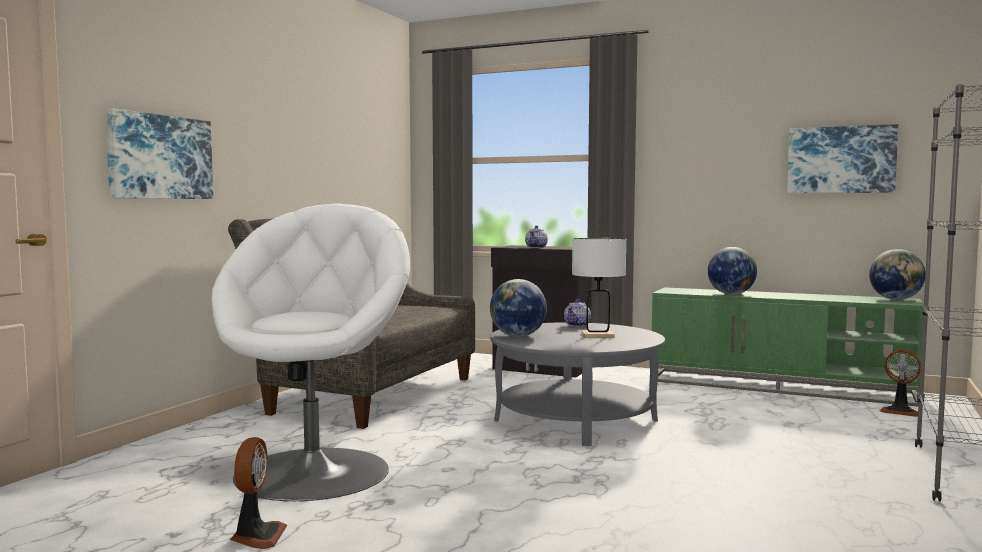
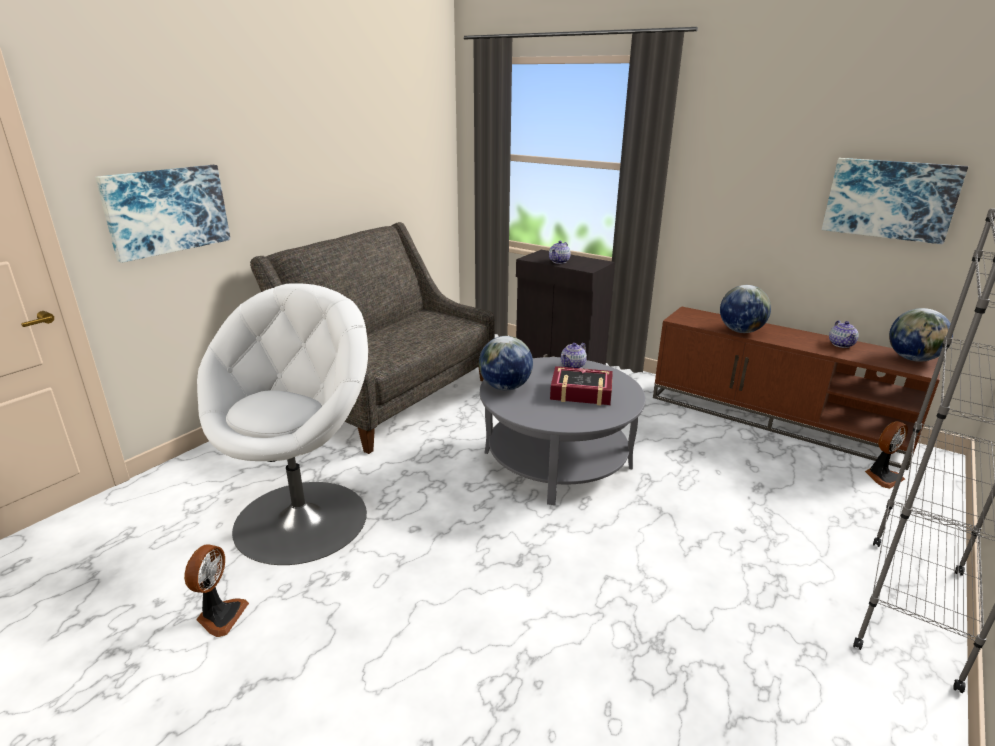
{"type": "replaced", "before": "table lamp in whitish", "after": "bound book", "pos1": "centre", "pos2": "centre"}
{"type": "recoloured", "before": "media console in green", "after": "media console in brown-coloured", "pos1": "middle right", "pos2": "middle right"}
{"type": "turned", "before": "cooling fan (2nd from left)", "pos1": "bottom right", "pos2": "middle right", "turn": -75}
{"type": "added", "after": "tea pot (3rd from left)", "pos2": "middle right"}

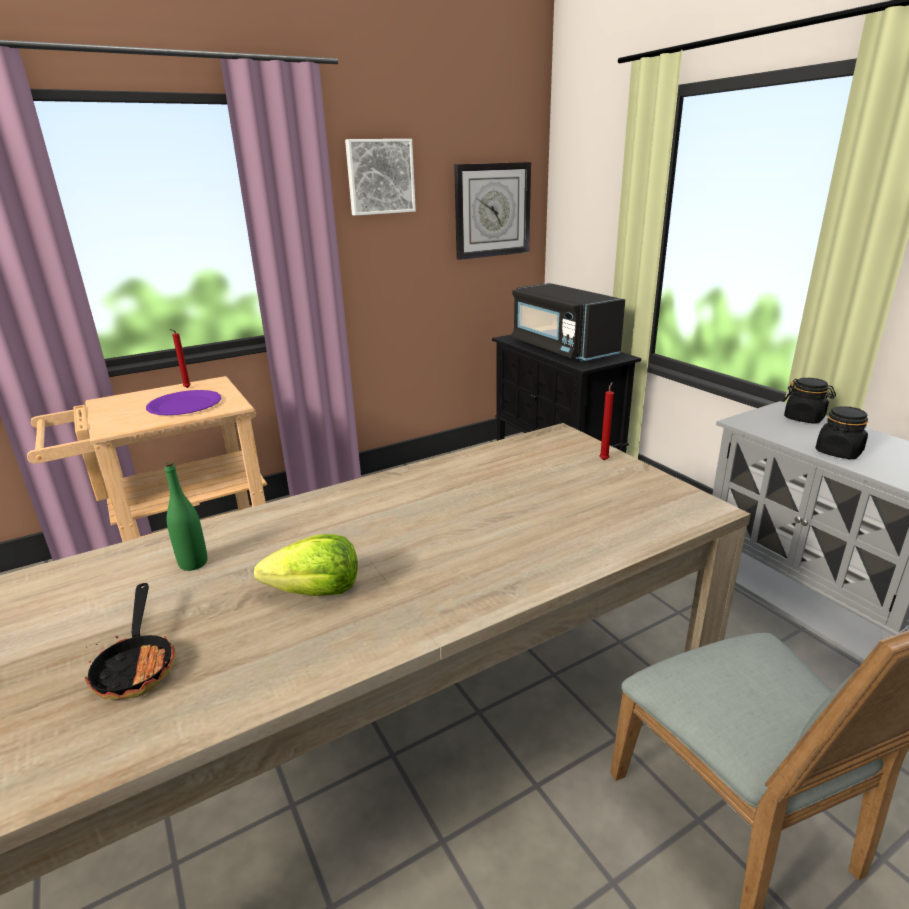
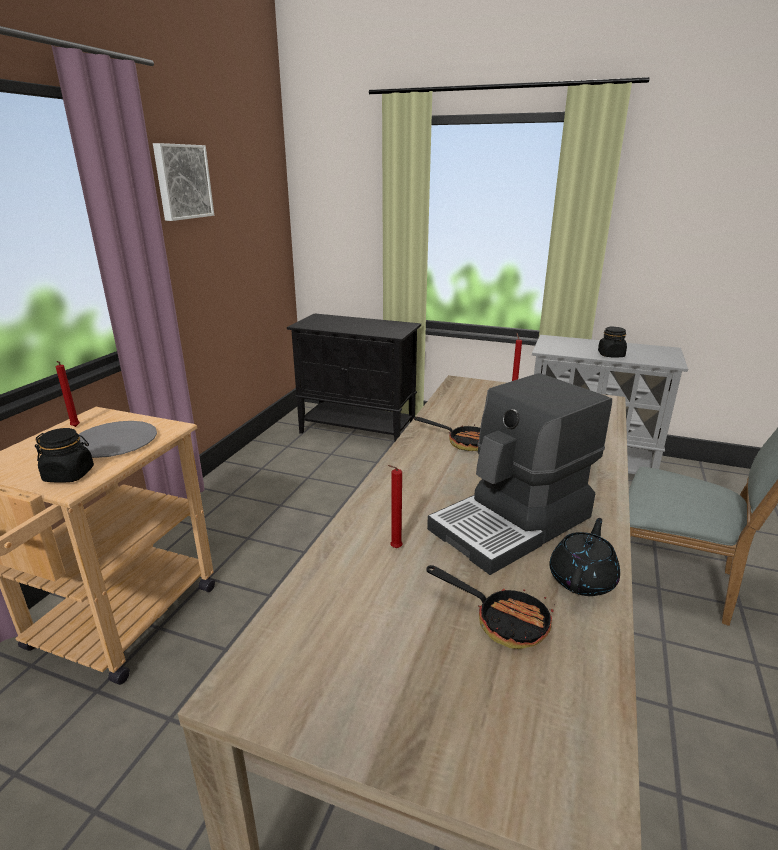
{"type": "recoloured", "before": "dinner plate in purple", "after": "dinner plate in greyish", "pos1": "middle left", "pos2": "middle left"}
{"type": "replaced", "before": "bottle in green", "after": "wax light in red (2nd from left)", "pos1": "middle left", "pos2": "centre"}
{"type": "replaced", "before": "head of lettuce", "after": "coffee brewer", "pos1": "centre", "pos2": "middle right"}
{"type": "removed", "before": "hanging clock", "pos1": "top centre"}
{"type": "removed", "before": "kitchen microwave in blackish", "pos1": "centre"}
{"type": "moved", "before": "jar in blackish (1st from left)", "pos1": "middle right", "pos2": "middle left"}
{"type": "added", "after": "skillet (1st from left)", "pos2": "centre"}
{"type": "added", "after": "tea pot in blackish", "pos2": "middle right"}

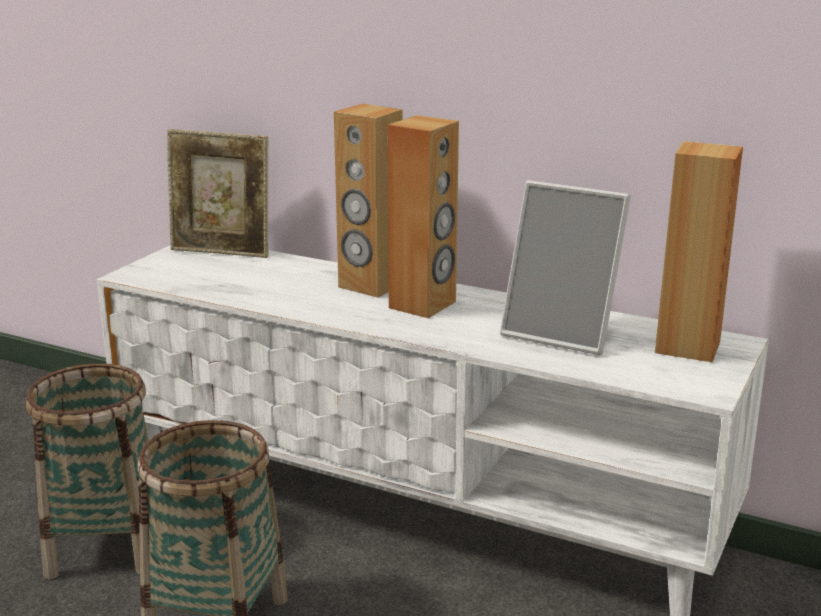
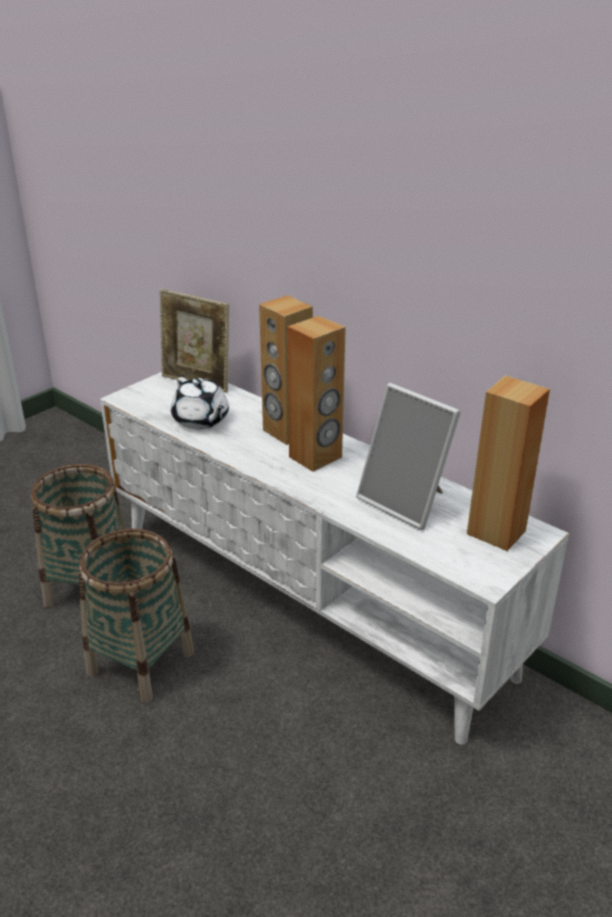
{"type": "added", "after": "tea pot in whitish", "pos2": "middle left"}

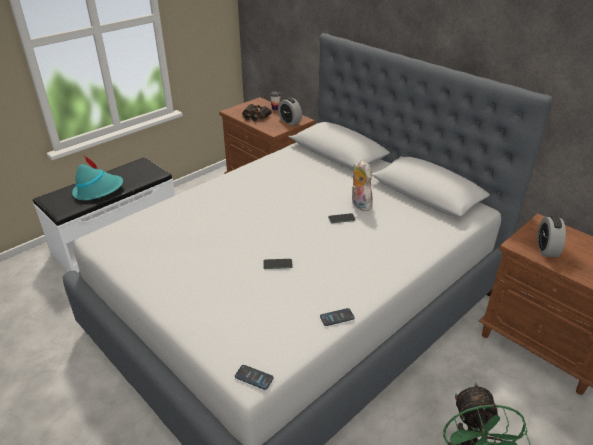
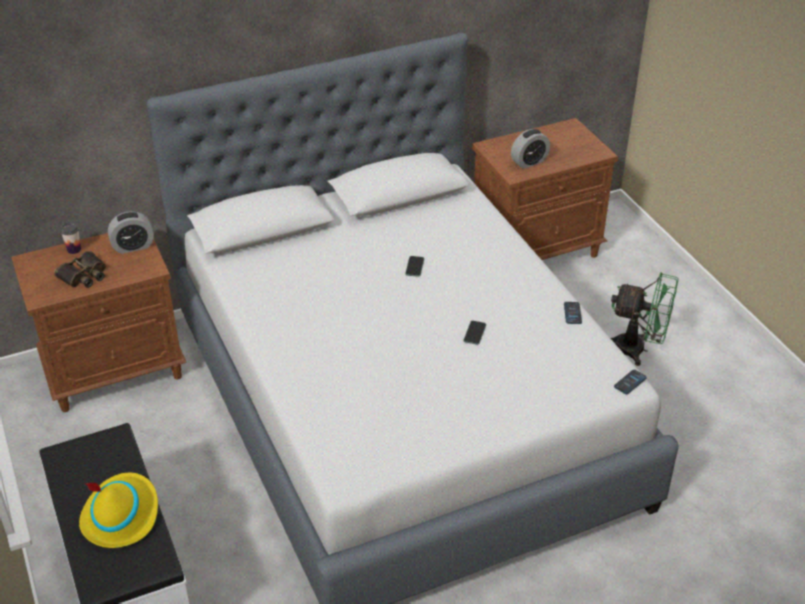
{"type": "recoloured", "before": "clothing hat in blue-green", "after": "clothing hat in yellow-coloured", "pos1": "middle left", "pos2": "bottom left"}
{"type": "removed", "before": "cuddly toy", "pos1": "centre"}
{"type": "turned", "before": "bedside clock (2nd from left)", "pos1": "middle right", "pos2": "top centre", "turn": -60}

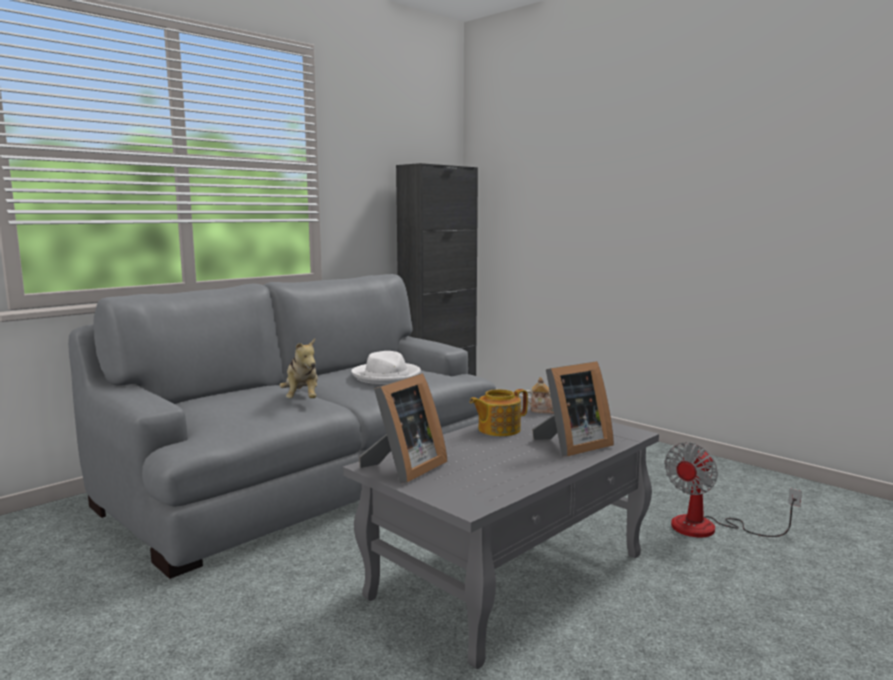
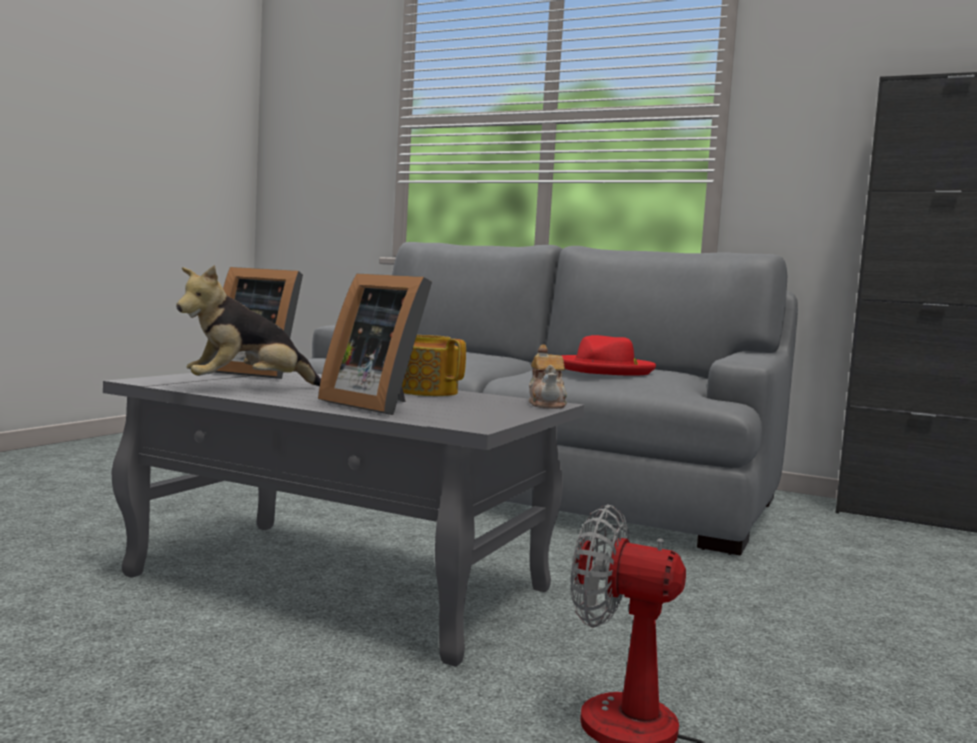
{"type": "moved", "before": "cuddly toy", "pos1": "centre", "pos2": "middle left"}
{"type": "recoloured", "before": "clothing hat in whitish", "after": "clothing hat in red", "pos1": "centre", "pos2": "centre"}

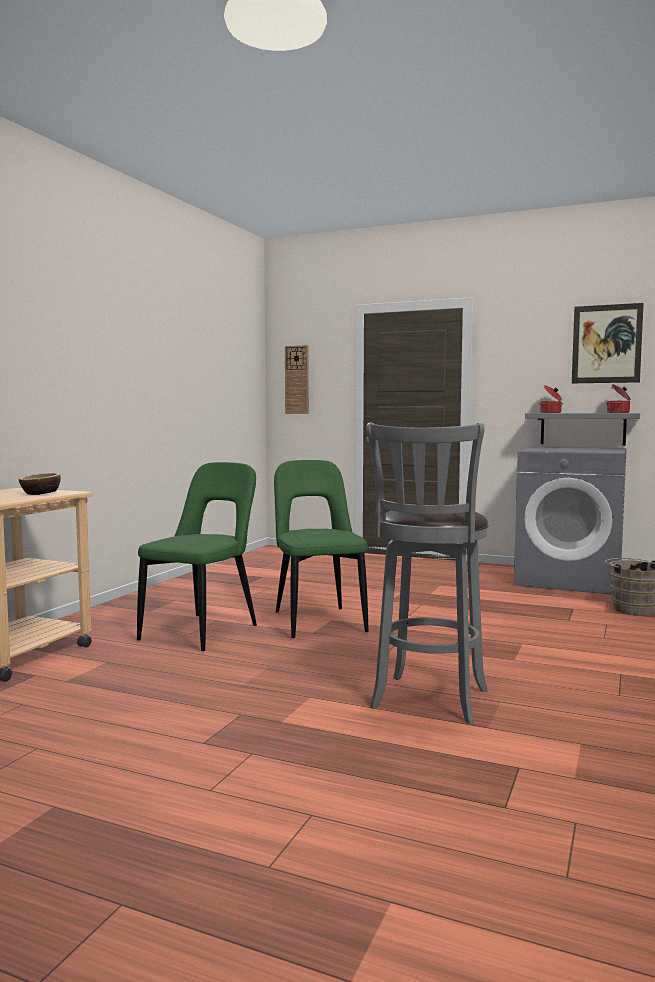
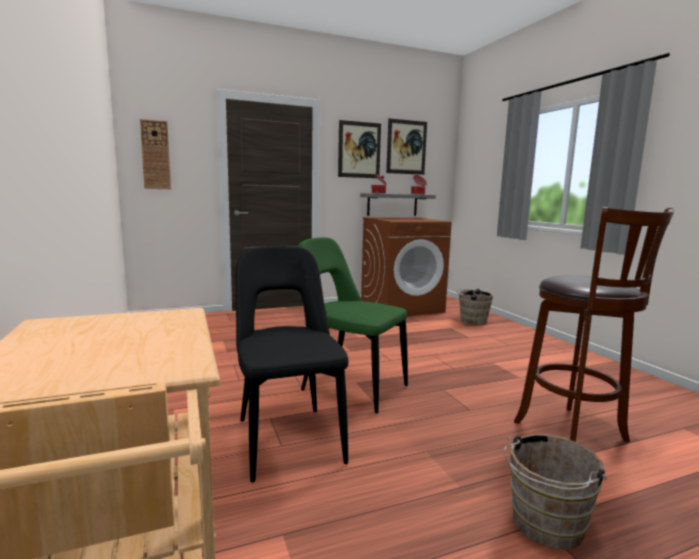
{"type": "removed", "before": "serving bowl", "pos1": "middle left"}
{"type": "recoloured", "before": "chair in green (1st from left)", "after": "chair in blackish", "pos1": "middle left", "pos2": "centre"}
{"type": "recoloured", "before": "sitting stool in greyish", "after": "sitting stool in brown-coloured", "pos1": "centre", "pos2": "middle right"}
{"type": "recoloured", "before": "laundry machine in greyish", "after": "laundry machine in brown-coloured", "pos1": "middle right", "pos2": "centre"}
{"type": "added", "after": "picture (1st from left)", "pos2": "top centre"}
{"type": "added", "after": "bucket in brown-coloured (2nd from left)", "pos2": "bottom right"}

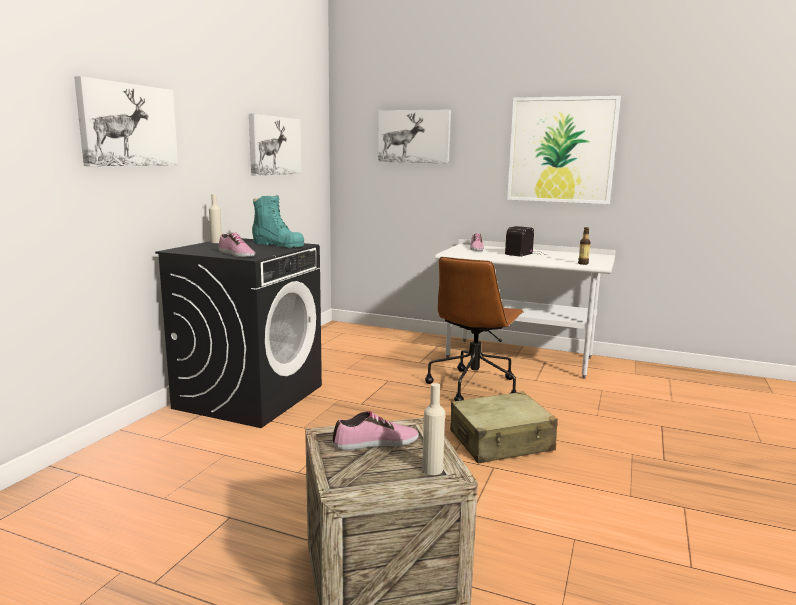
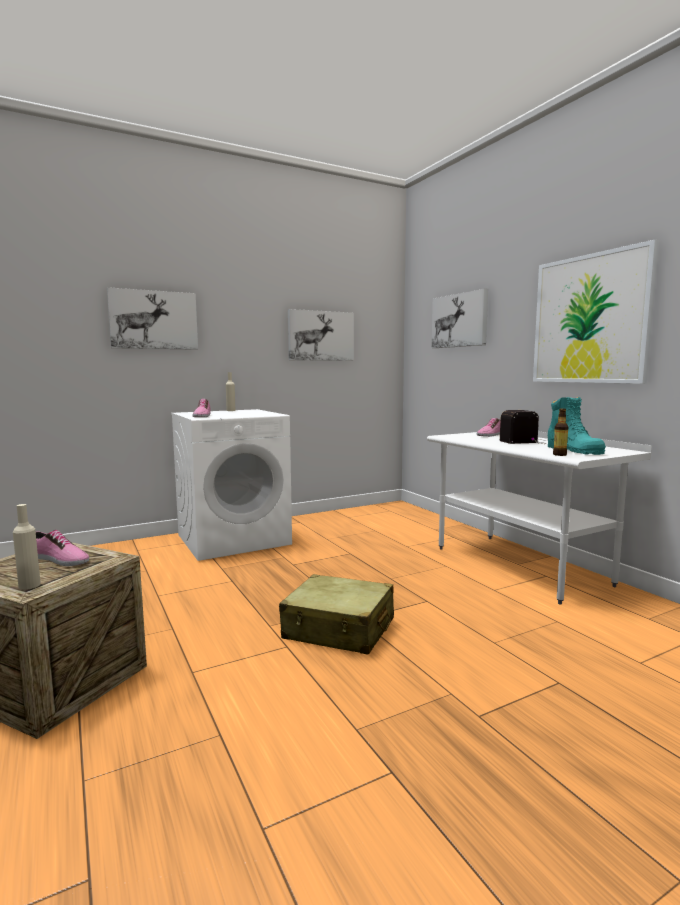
{"type": "recoloured", "before": "laundry machine in blackish", "after": "laundry machine in whitish", "pos1": "middle left", "pos2": "centre"}
{"type": "moved", "before": "high-top boot in blue-green", "pos1": "centre", "pos2": "middle right"}
{"type": "removed", "before": "desk chair in brown-coloured", "pos1": "centre"}

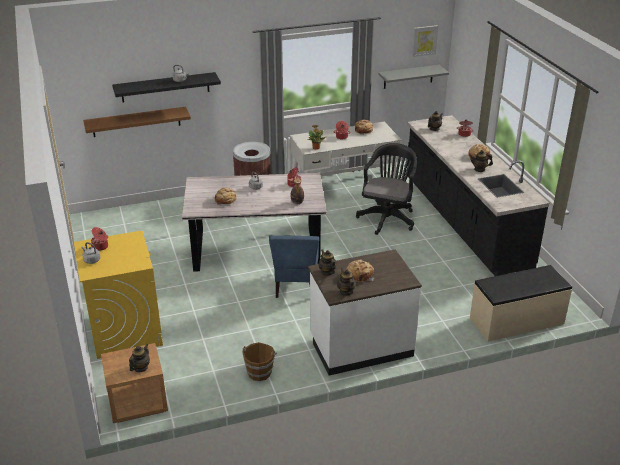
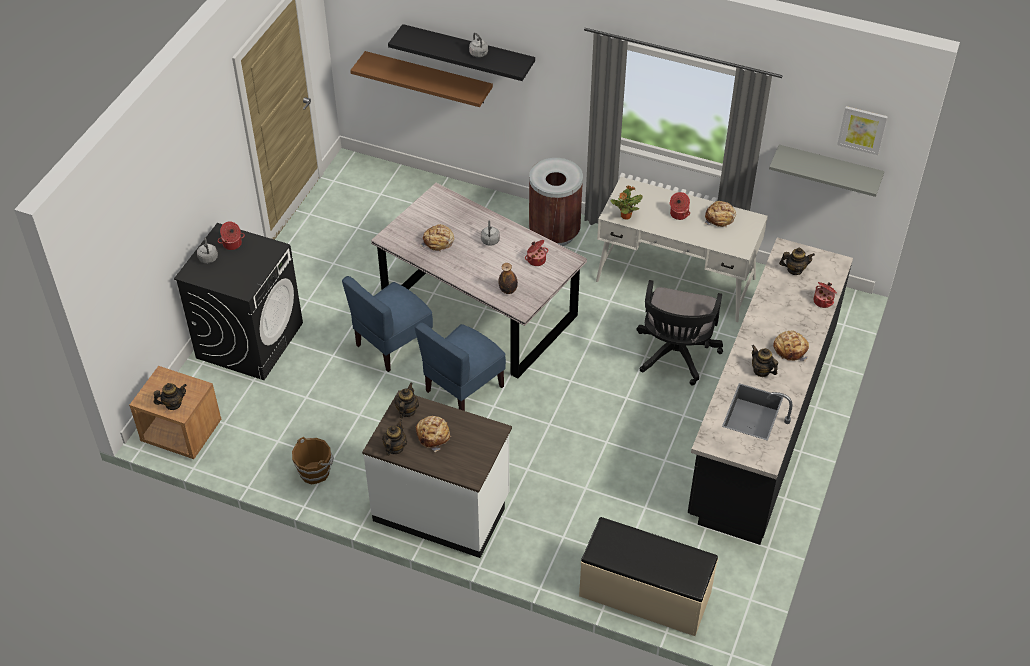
{"type": "recoloured", "before": "laundry machine in yellow-coloured", "after": "laundry machine in blackish", "pos1": "middle left", "pos2": "middle left"}
{"type": "turned", "before": "desk chair in blackish", "pos1": "centre", "pos2": "centre", "turn": 135}
{"type": "added", "after": "chair in blue-coloured (1st from left)", "pos2": "centre"}

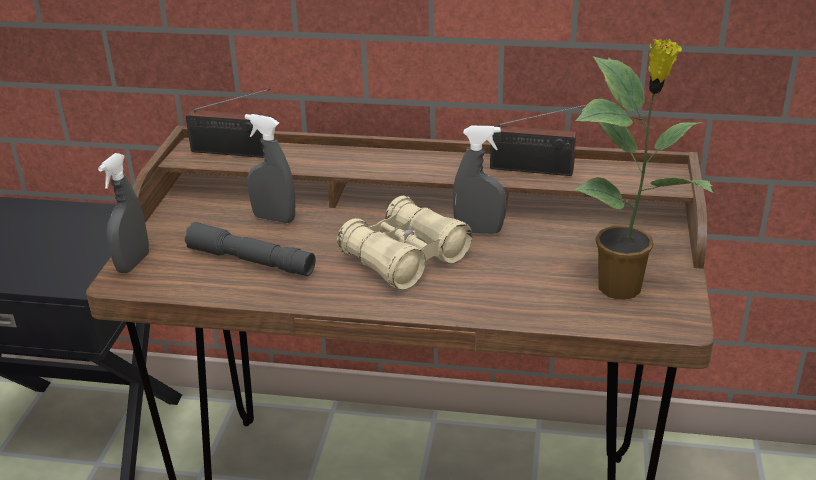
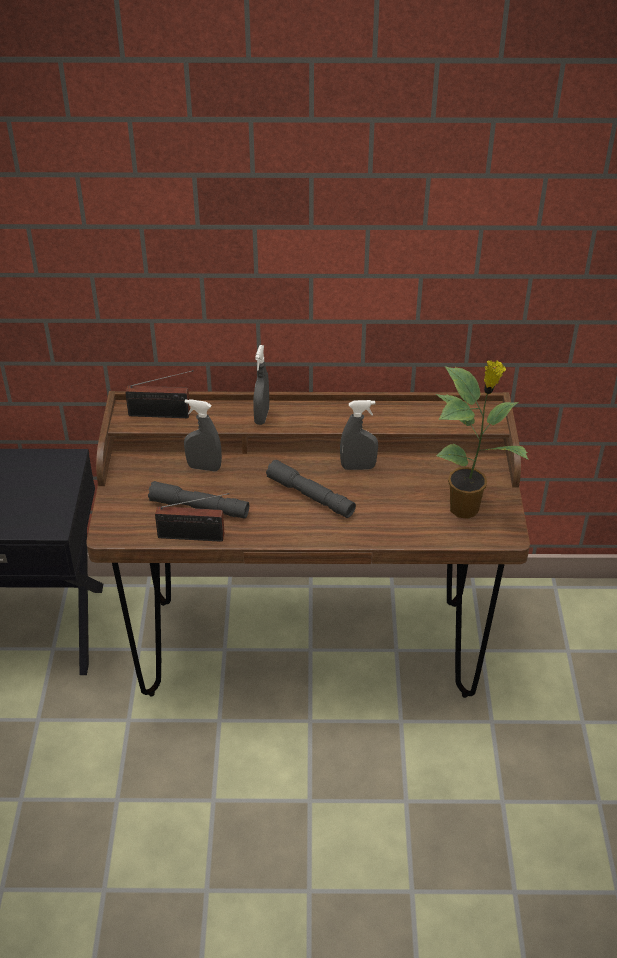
{"type": "moved", "before": "sprayer in greyish (1st from left in the first image)", "after": "sprayer in greyish (2nd from left)", "pos1": "middle left", "pos2": "centre"}
{"type": "replaced", "before": "binoculars in sand-coloured", "after": "torch in greyish (2nd from left)", "pos1": "centre", "pos2": "centre"}
{"type": "moved", "before": "radio set (2nd from left)", "pos1": "top centre", "pos2": "middle left"}

